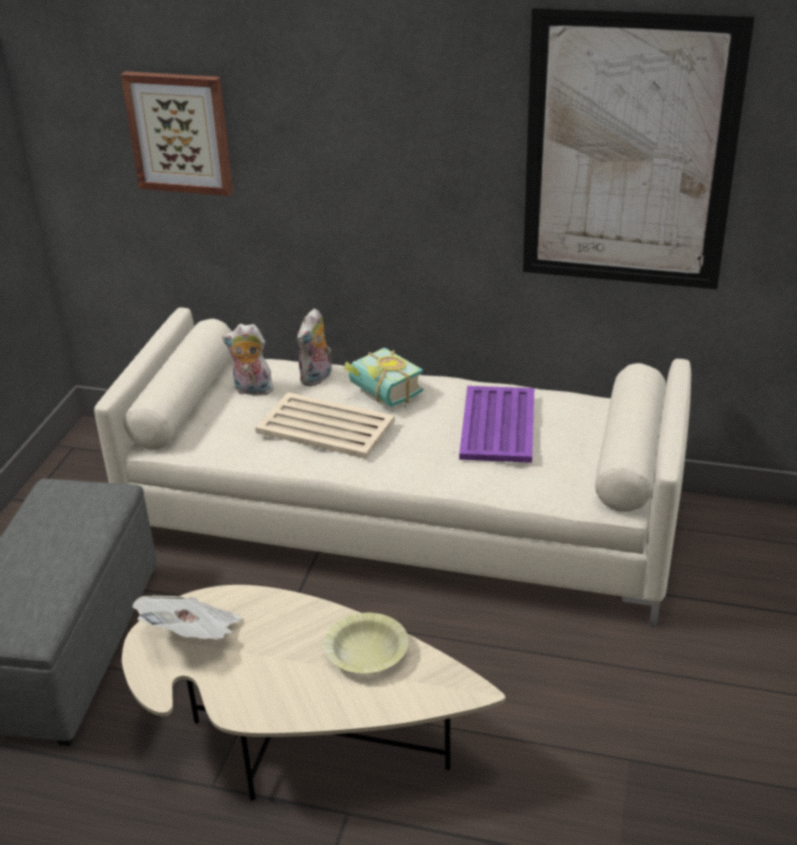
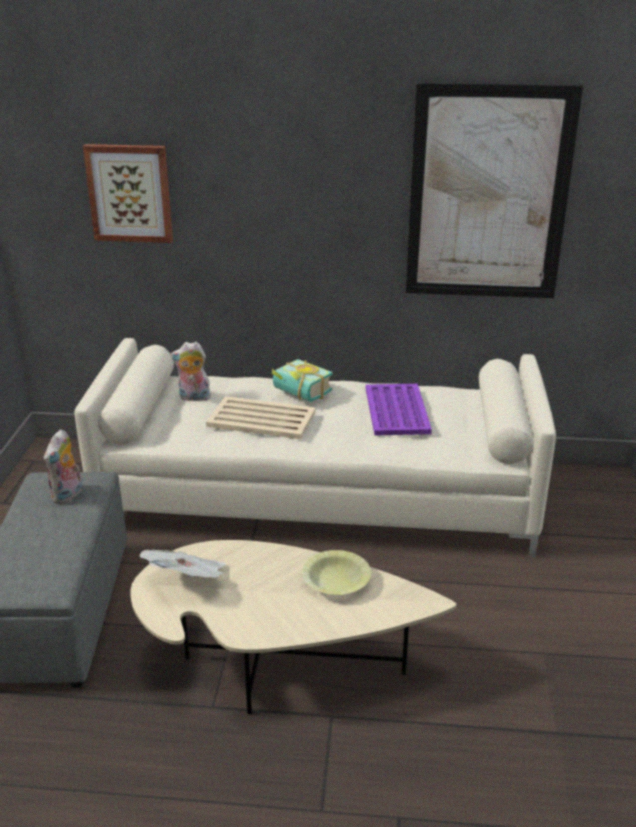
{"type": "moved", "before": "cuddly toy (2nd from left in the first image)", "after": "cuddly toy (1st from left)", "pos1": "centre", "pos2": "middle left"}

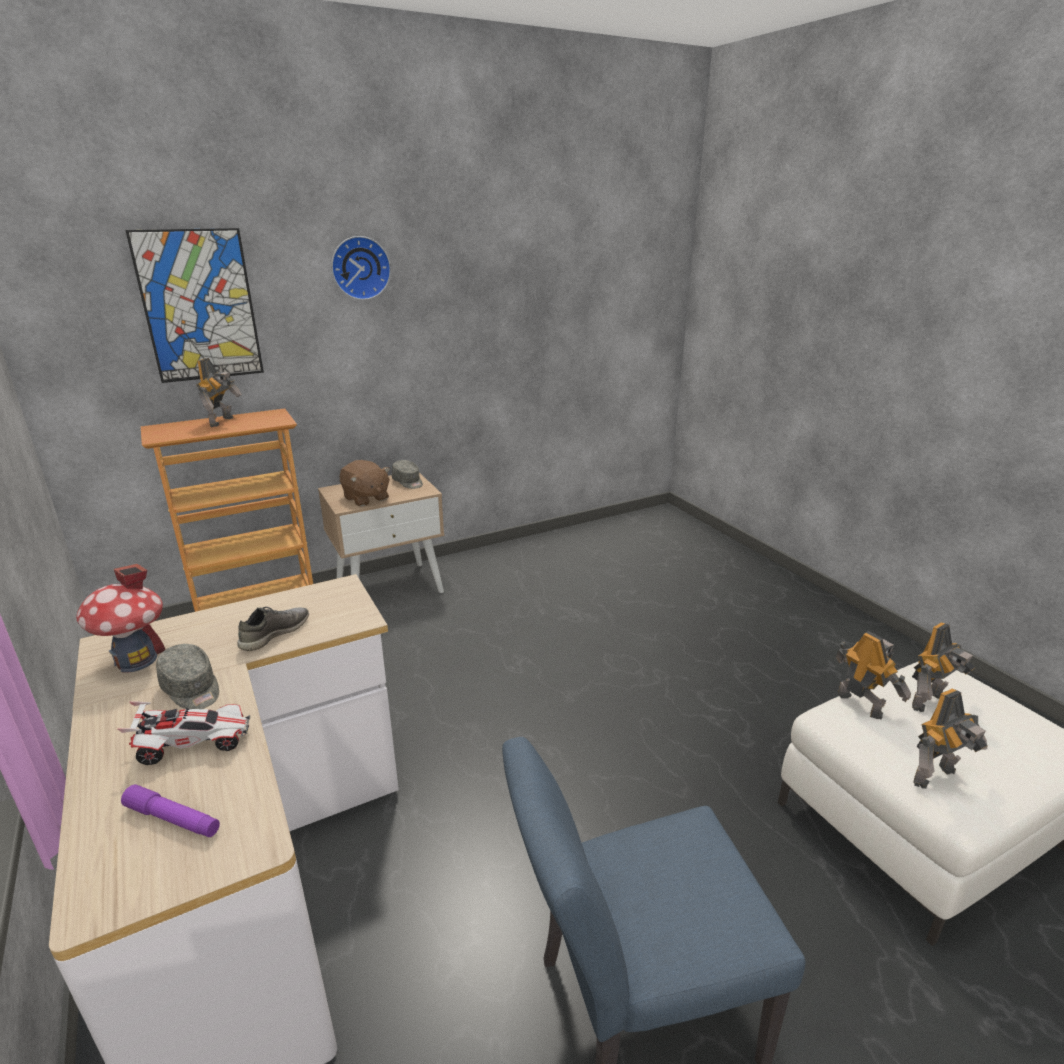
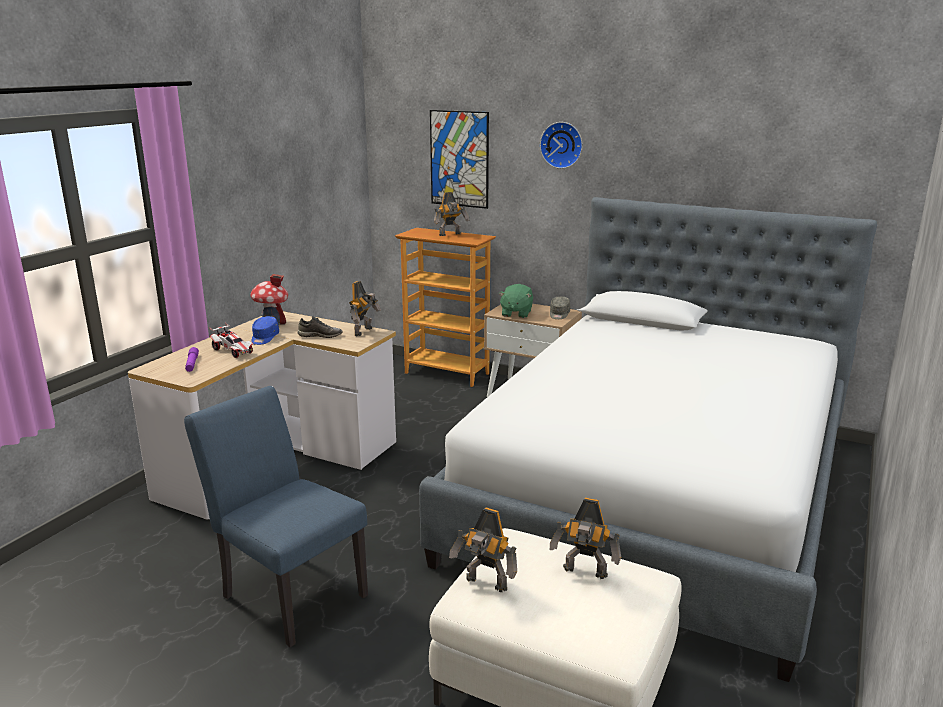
{"type": "recoloured", "before": "baseball cap in greyish (1st from left)", "after": "baseball cap in blue-coloured", "pos1": "middle left", "pos2": "middle left"}
{"type": "recoloured", "before": "cuddly toy in brown-coloured", "after": "cuddly toy in green", "pos1": "centre", "pos2": "centre"}
{"type": "moved", "before": "model robot (2nd from left in the first image)", "after": "model robot (1st from left)", "pos1": "middle right", "pos2": "centre"}
{"type": "added", "after": "bed", "pos2": "middle right"}

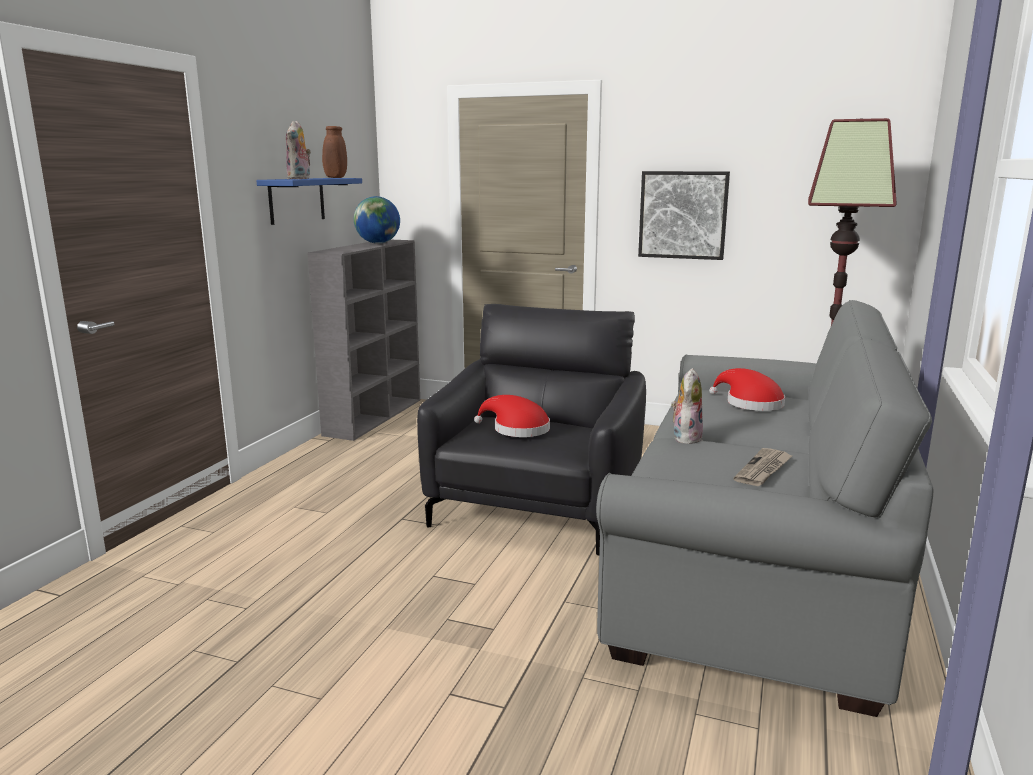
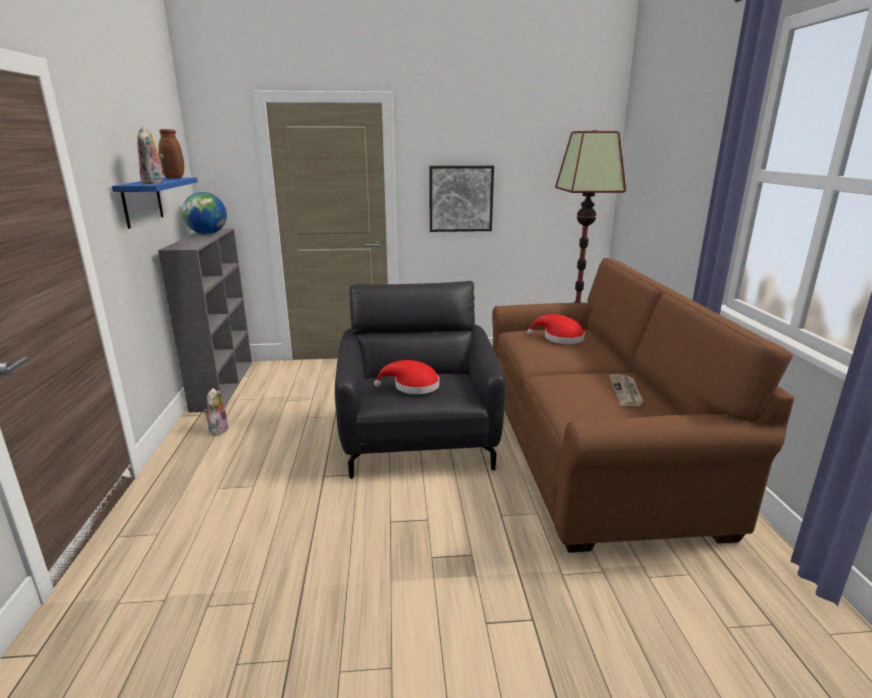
{"type": "recoloured", "before": "settee in greyish", "after": "settee in brown-coloured", "pos1": "middle right", "pos2": "middle right"}
{"type": "moved", "before": "cuddly toy (2nd from left)", "pos1": "centre", "pos2": "middle left"}

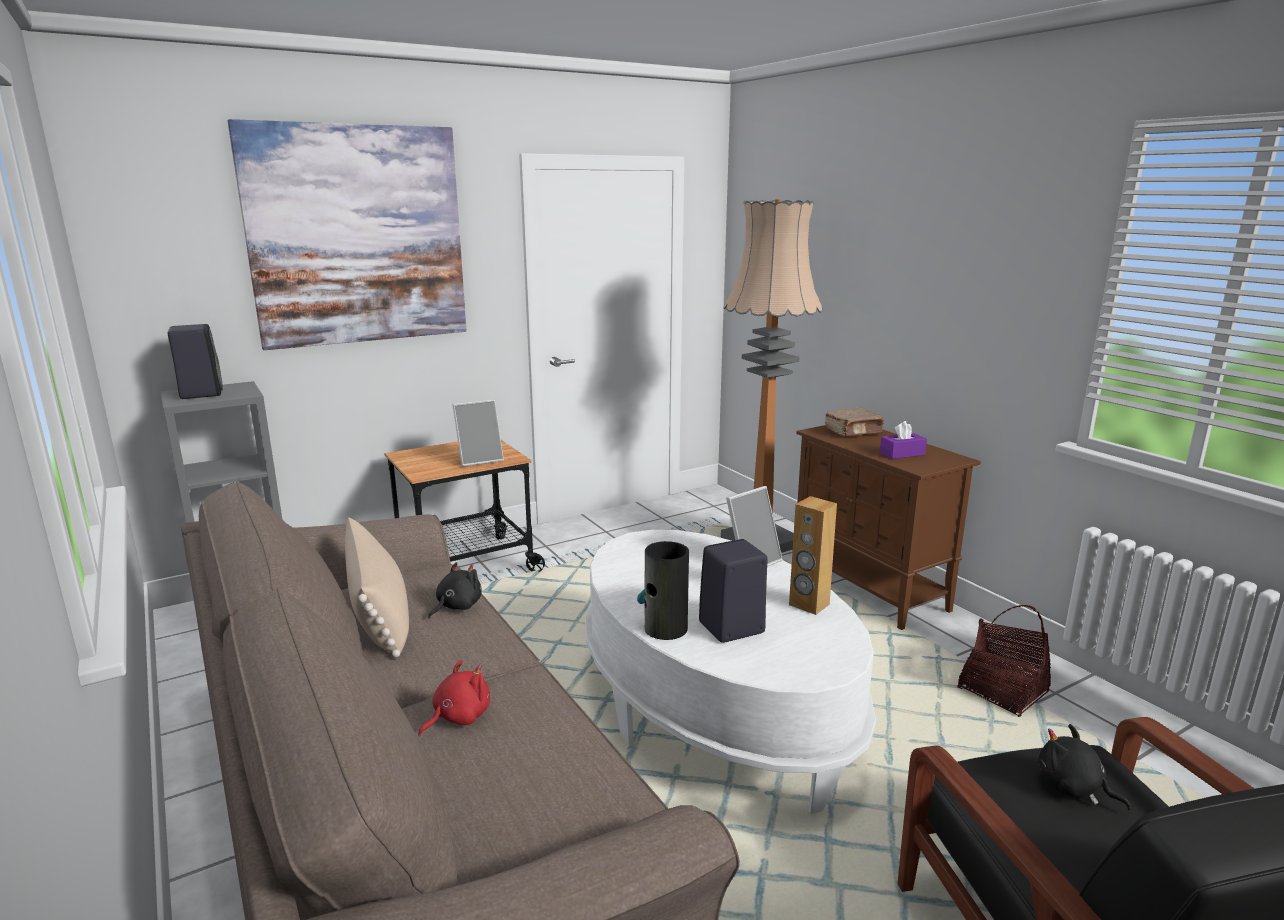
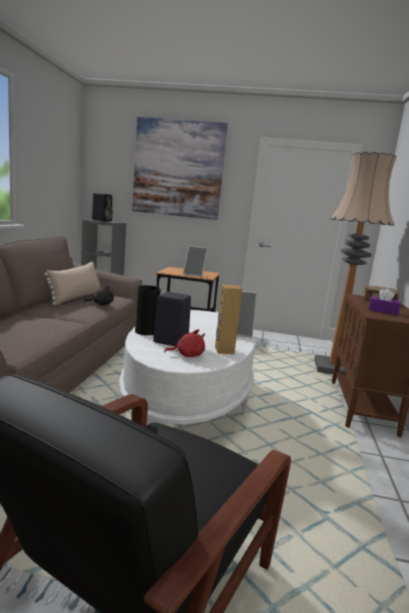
{"type": "moved", "before": "cuddly toy in red", "pos1": "bottom centre", "pos2": "centre"}
{"type": "removed", "before": "storage basket", "pos1": "bottom right"}
{"type": "removed", "before": "cuddly toy in blackish (2nd from left)", "pos1": "bottom right"}

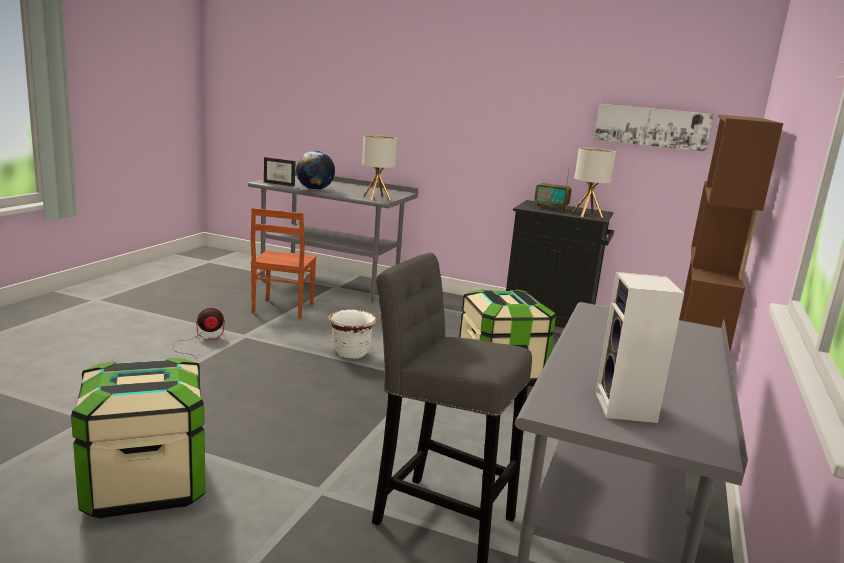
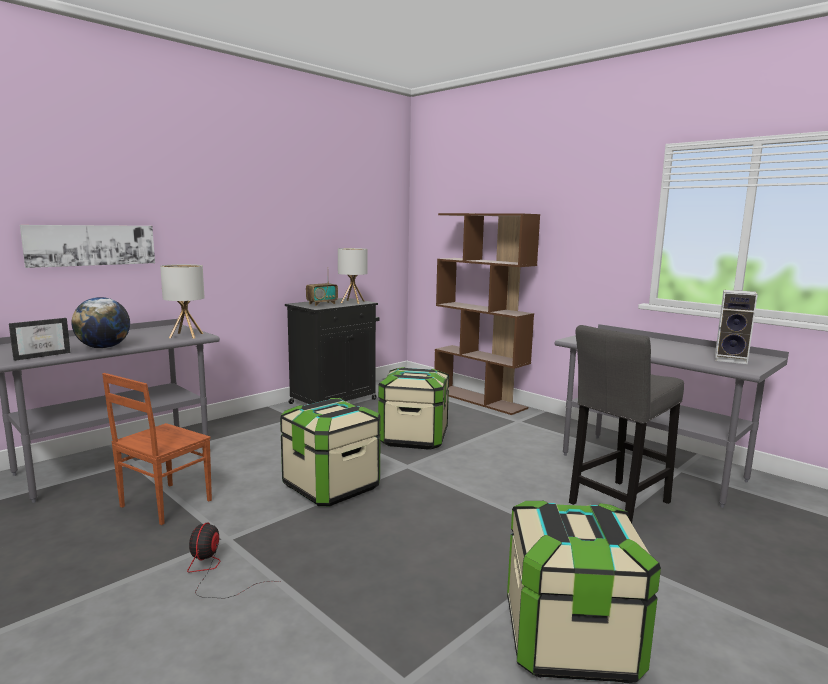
{"type": "turned", "before": "chair in brown-coloured", "pos1": "centre", "pos2": "middle left", "turn": 90}
{"type": "replaced", "before": "flower pot in whitish", "after": "storage container (1st from left)", "pos1": "centre", "pos2": "centre"}
{"type": "moved", "before": "picture", "pos1": "top right", "pos2": "middle left"}

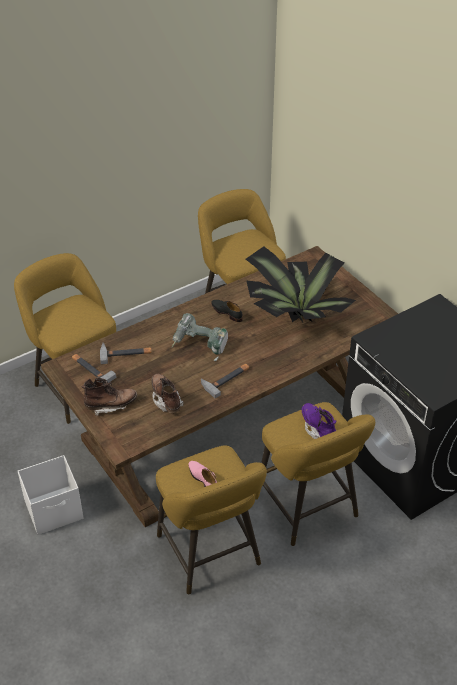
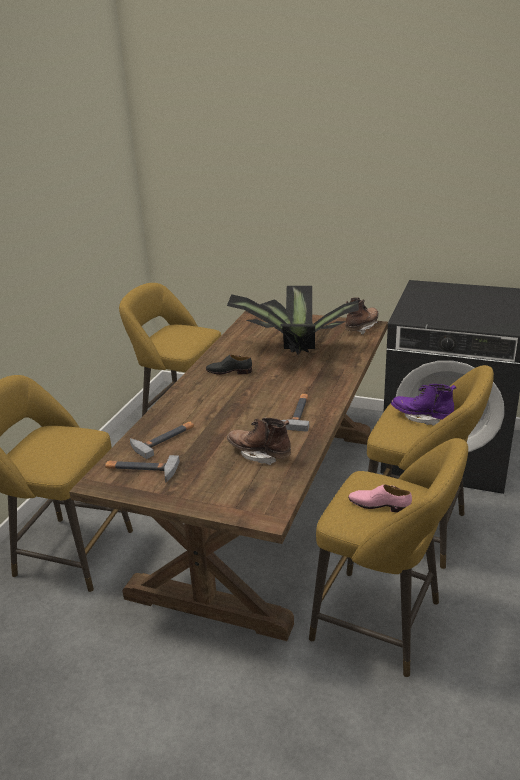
{"type": "removed", "before": "storage container in whitish", "pos1": "bottom left"}
{"type": "moved", "before": "high-top boot in brown-coloured (1st from left in the first image)", "after": "high-top boot in brown-coloured (2nd from left)", "pos1": "middle left", "pos2": "middle right"}
{"type": "removed", "before": "power drill", "pos1": "centre"}

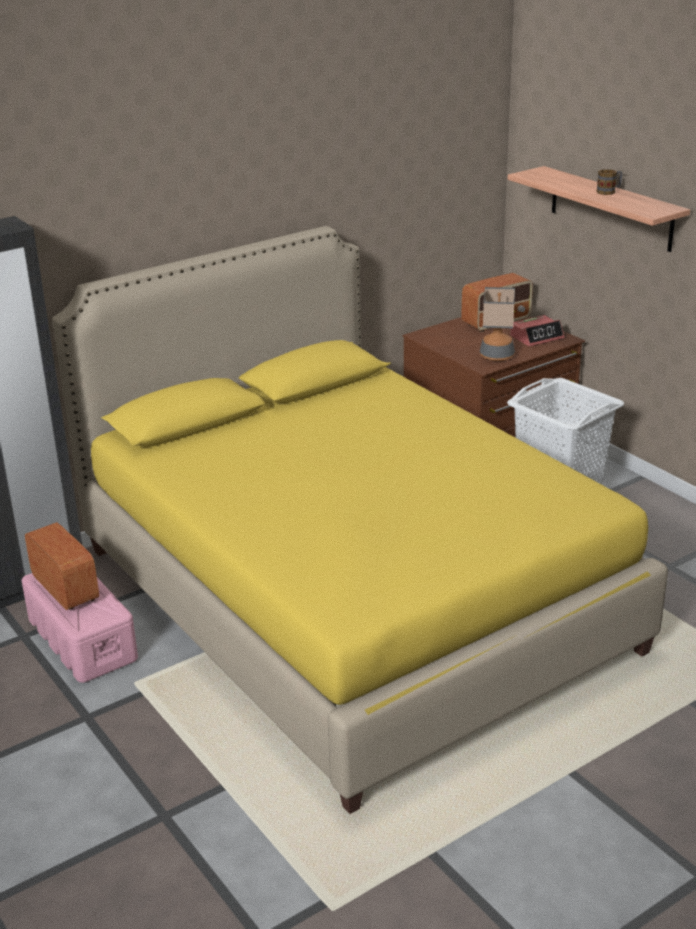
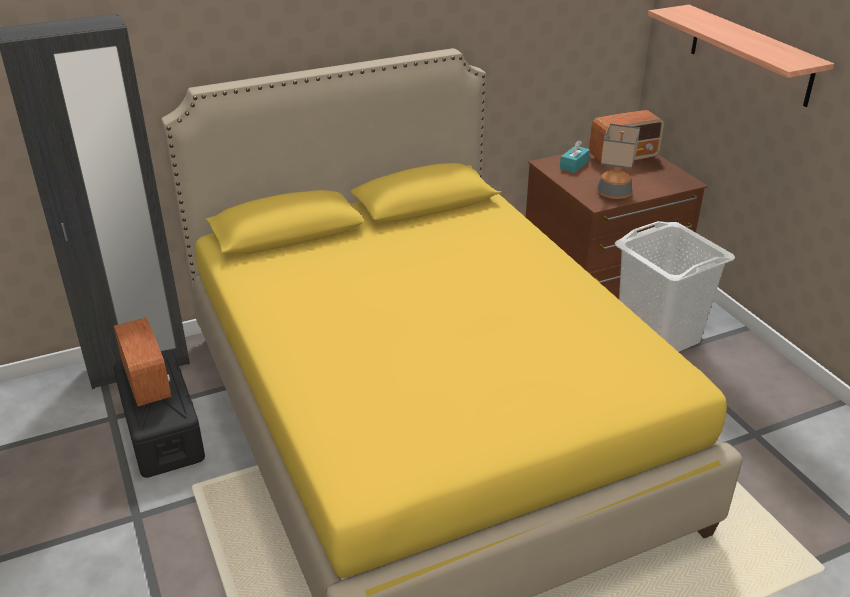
{"type": "recoloured", "before": "storage container in pink-coloured", "after": "storage container in blackish", "pos1": "bottom left", "pos2": "bottom left"}
{"type": "removed", "before": "bedside clock", "pos1": "middle right"}
{"type": "removed", "before": "mug", "pos1": "top right"}
{"type": "added", "after": "tissue holder in blue-green", "pos2": "top right"}

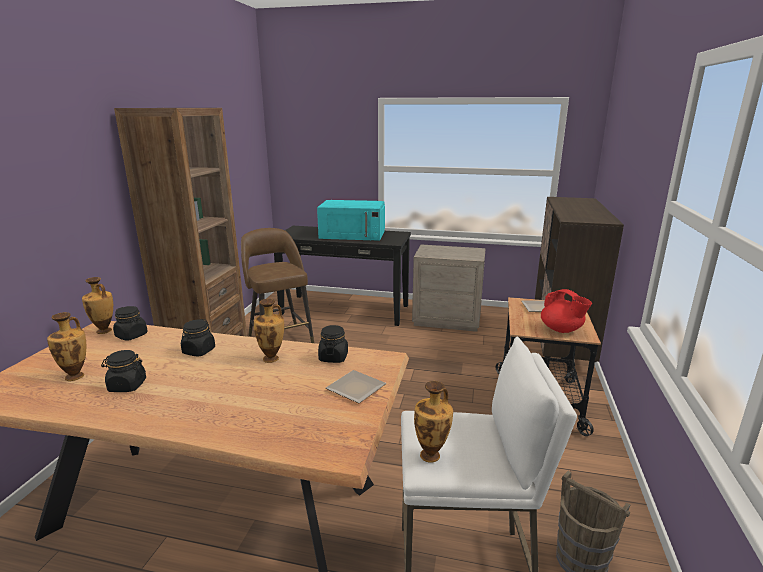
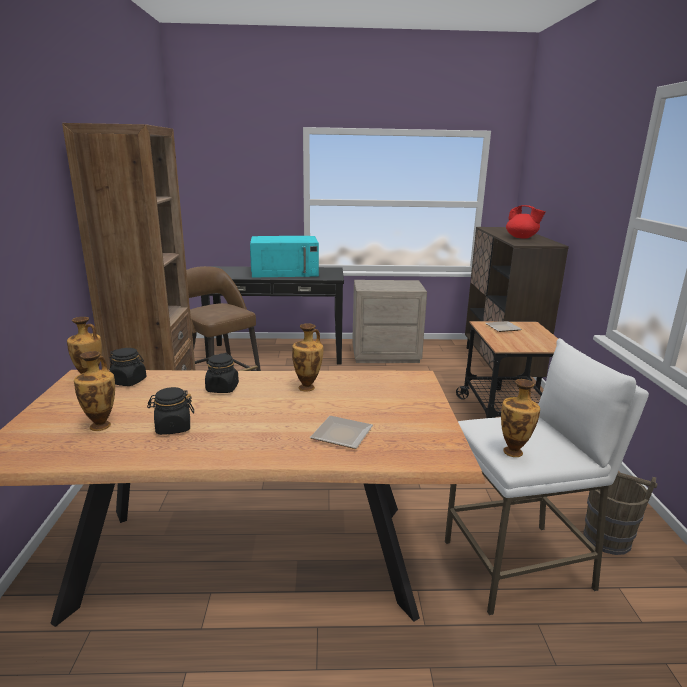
{"type": "removed", "before": "jar in blackish (4th from left)", "pos1": "centre"}
{"type": "moved", "before": "dinner plate (1st from left)", "pos1": "bottom centre", "pos2": "centre"}
{"type": "moved", "before": "tea pot in red", "pos1": "middle right", "pos2": "top right"}

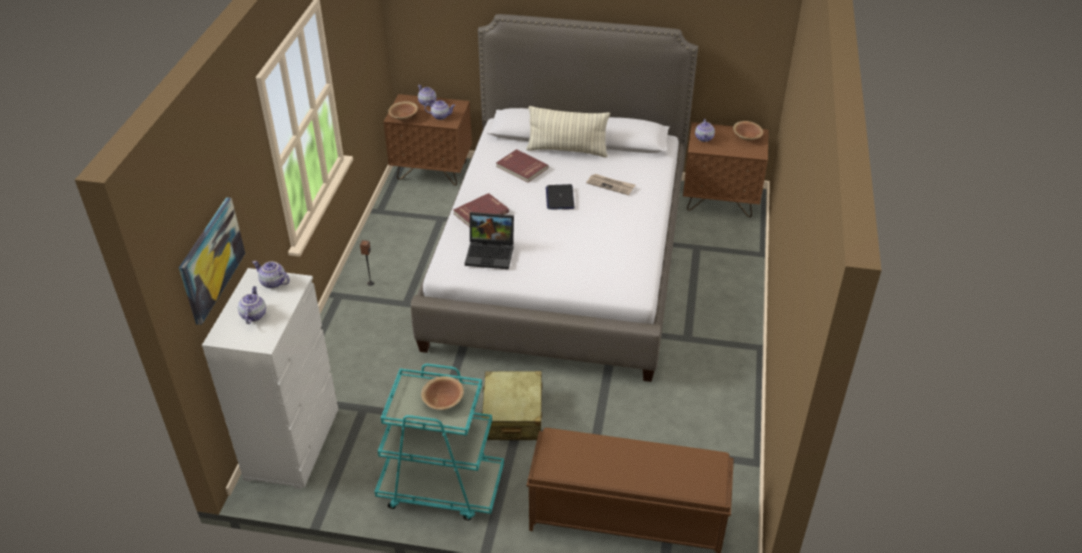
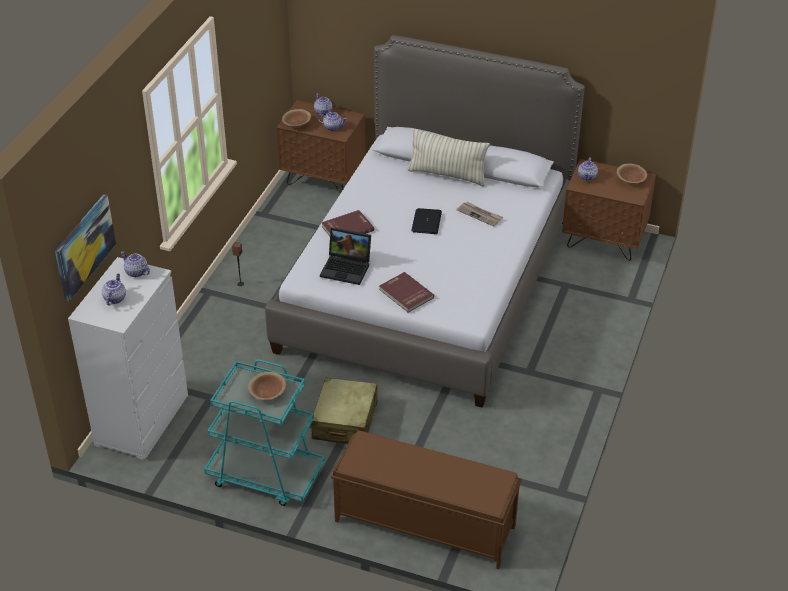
{"type": "moved", "before": "bound book in red (2nd from left)", "pos1": "top centre", "pos2": "centre"}

